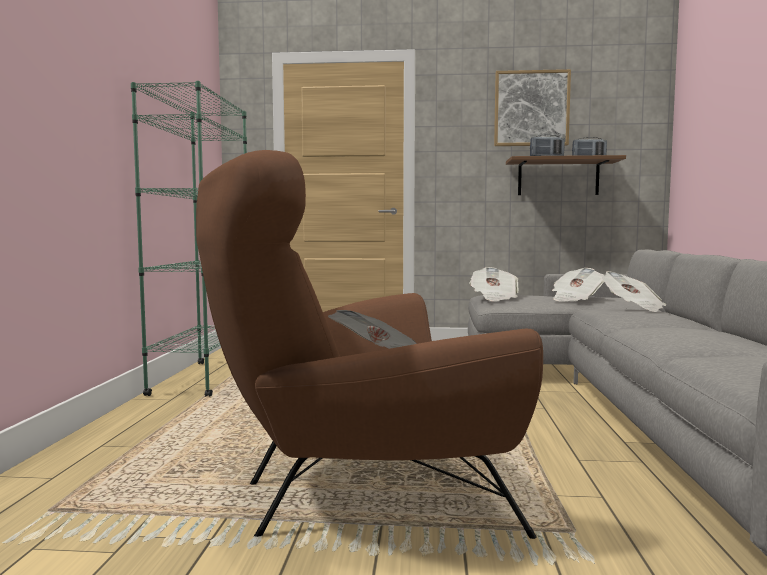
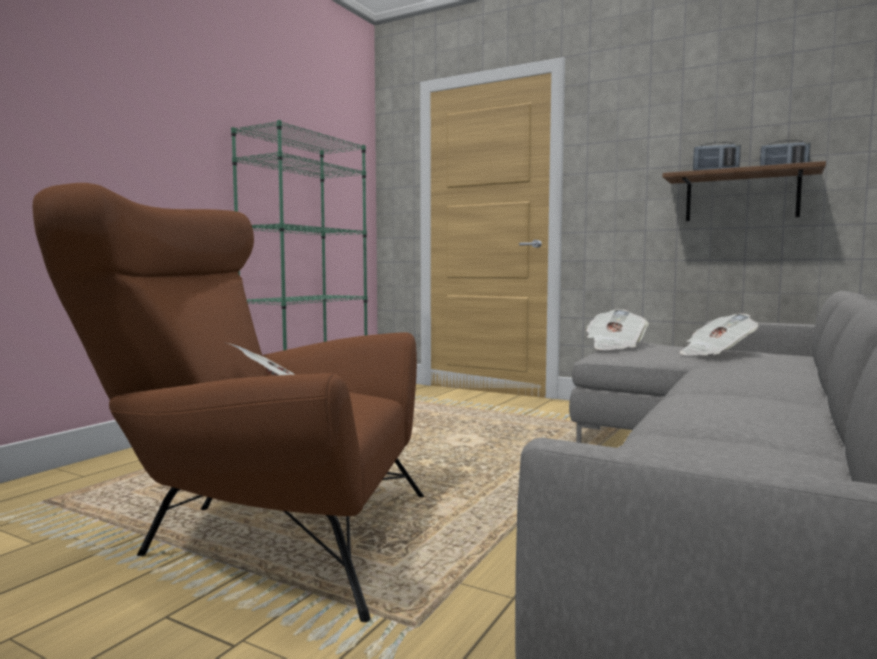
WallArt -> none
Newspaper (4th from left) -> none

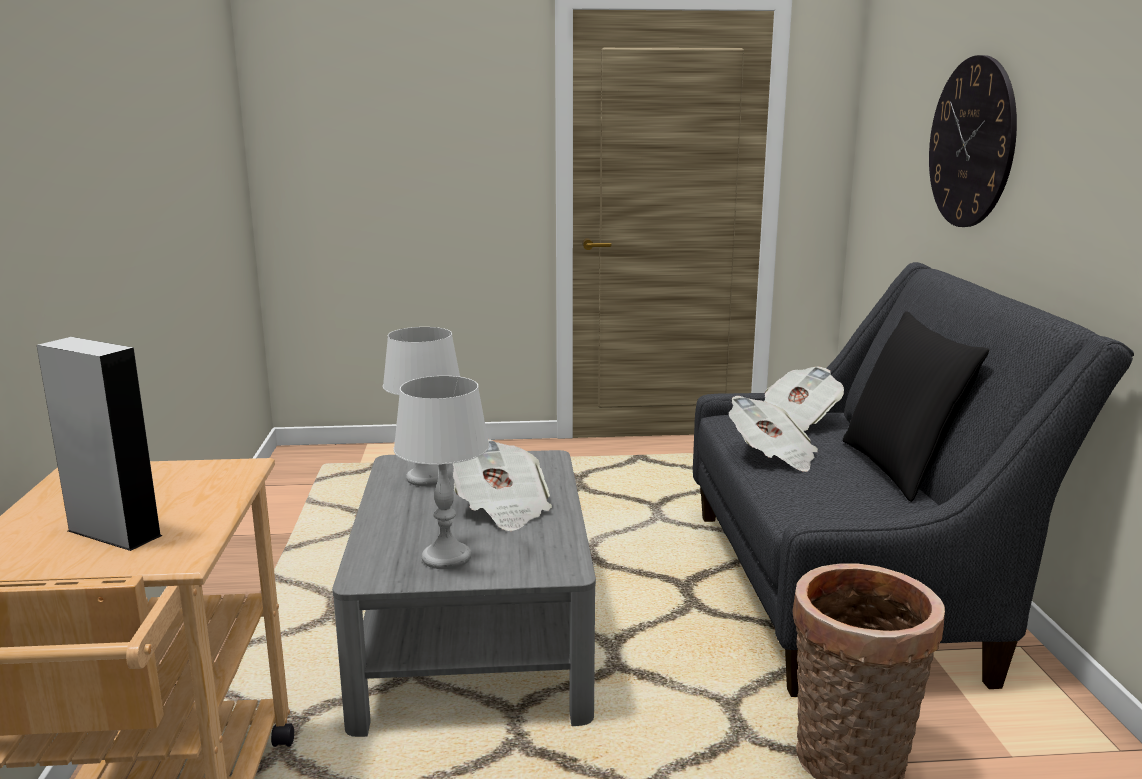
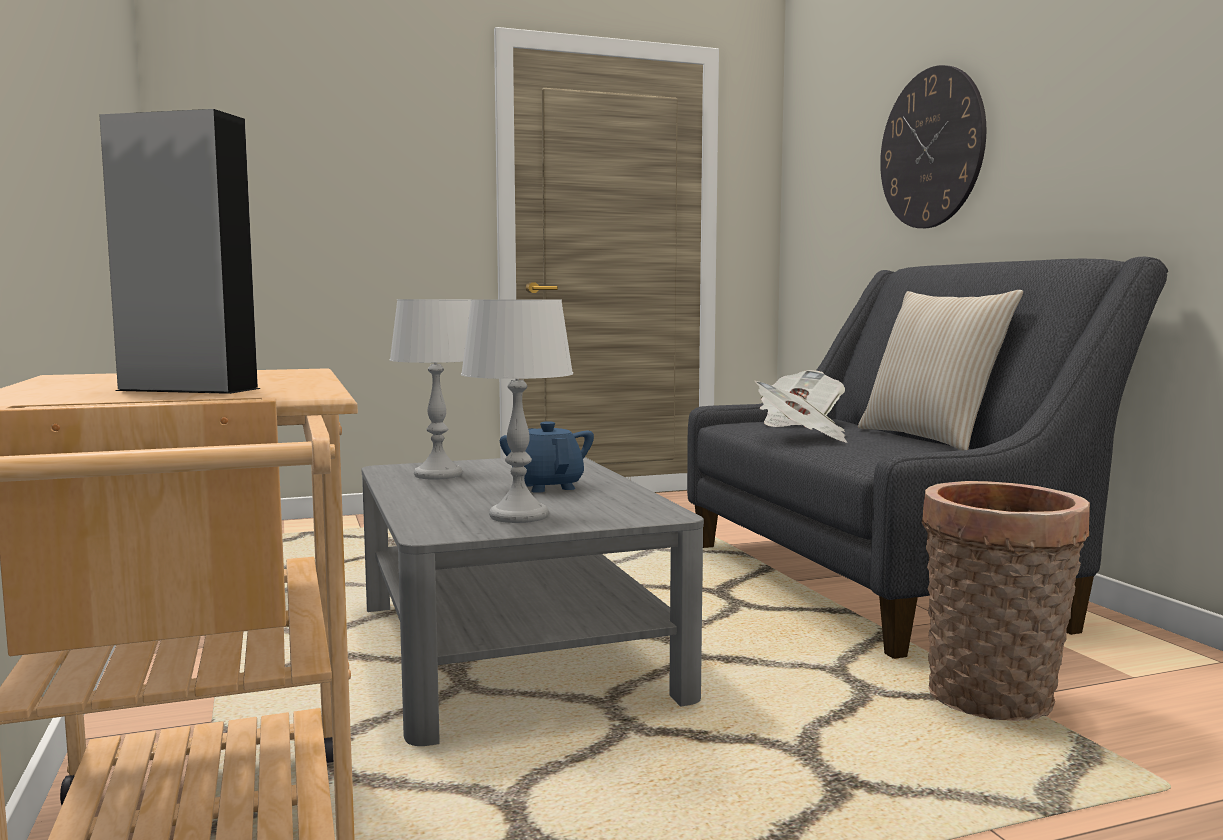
Newspaper (1st from left) -> BluePotForTea
BlackColouredPillow -> BeigePillow

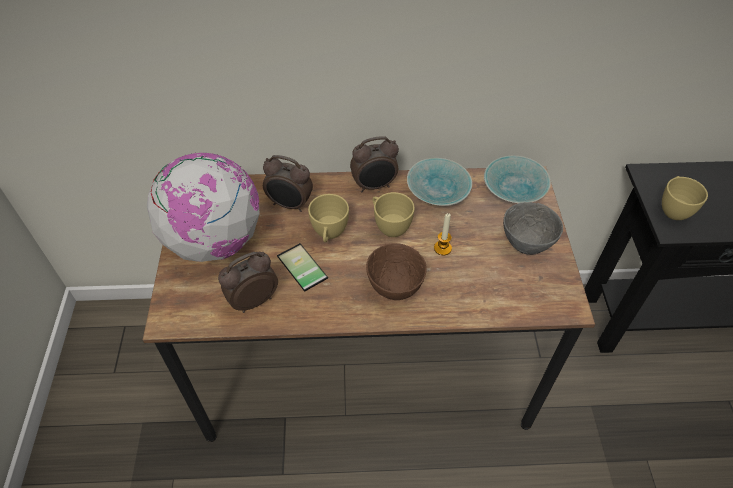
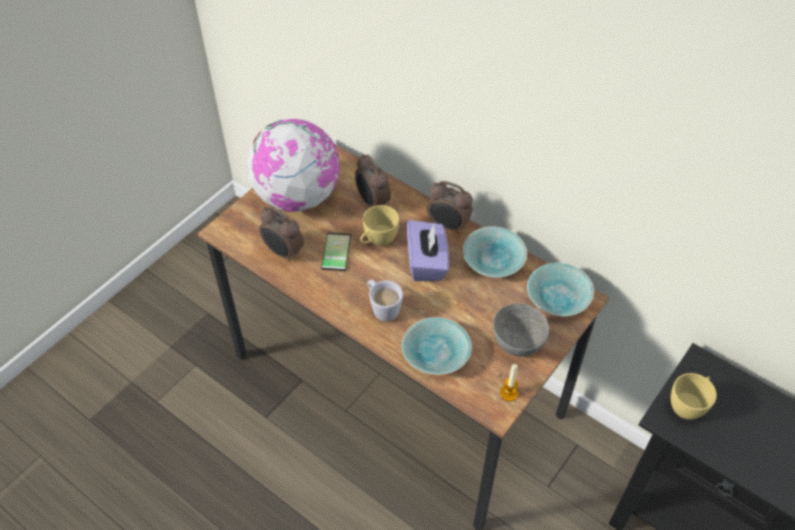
none -> BlueGreenServingBowl (1st from left)
WaxCandle, moved
BrownServingBowl -> WhiteColouredCoffeeMug
YellowDrinkingCup (2nd from left) -> PurpleTissueBox
AlarmClock (1st from left), 150 degrees counterclockwise

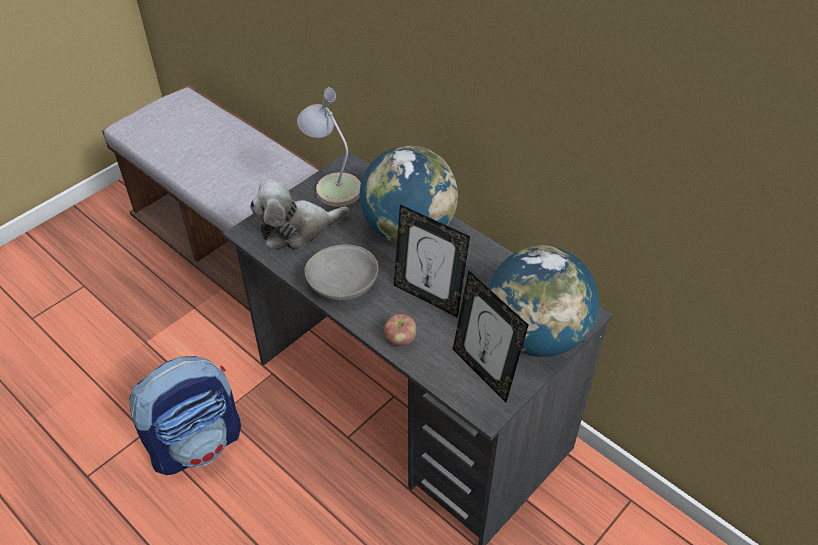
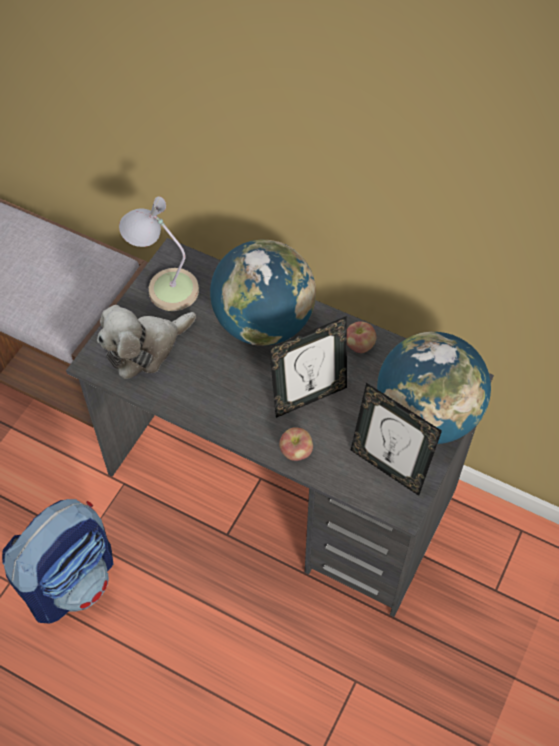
GreyServingBowl -> none
none -> WholeApple (2nd from left)
StandingFrame (1st from left), 45 degrees counterclockwise

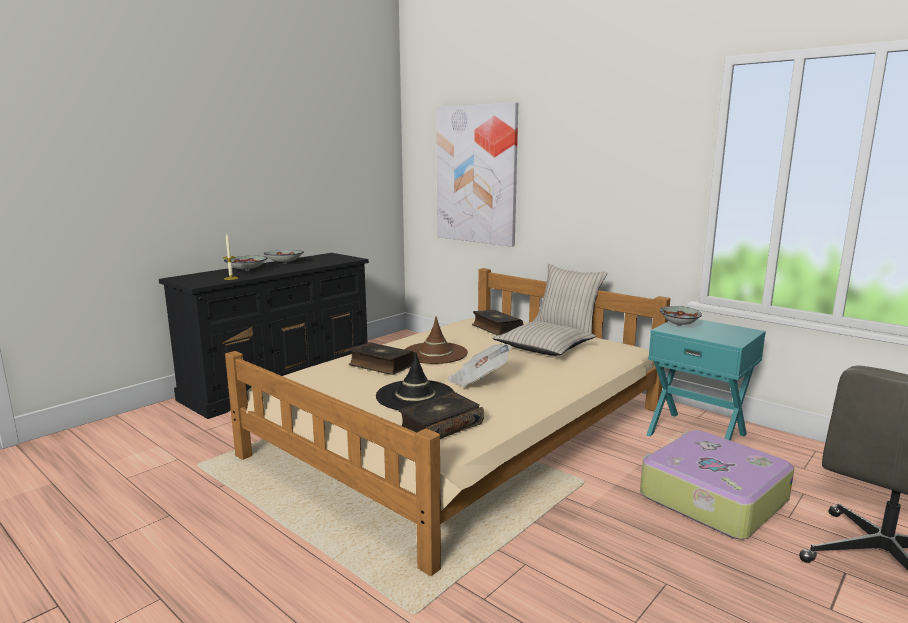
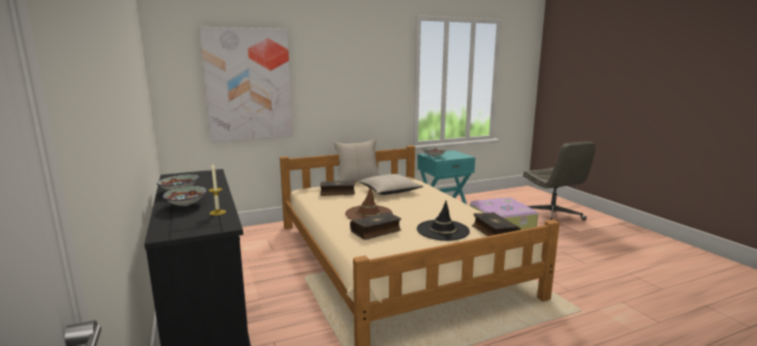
Newspaper -> none

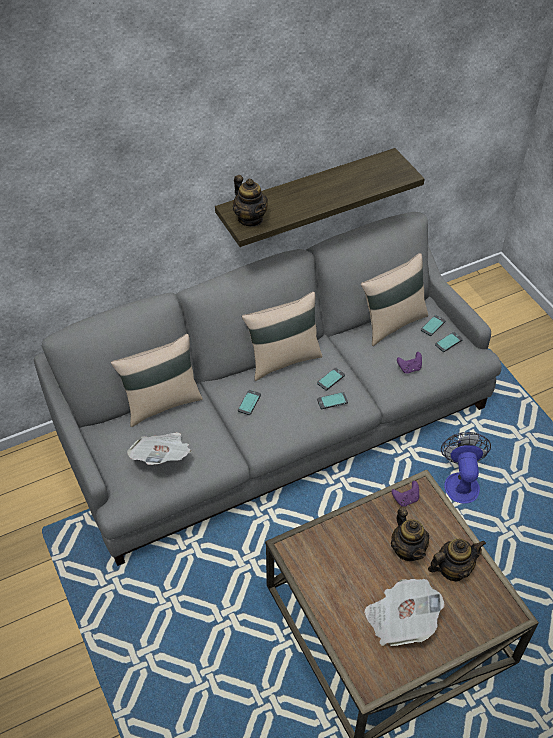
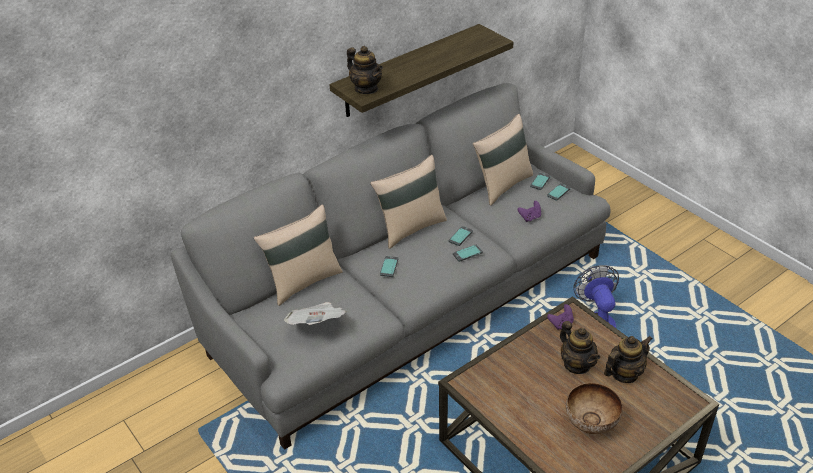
Newspaper (2nd from left) -> ServingBowl

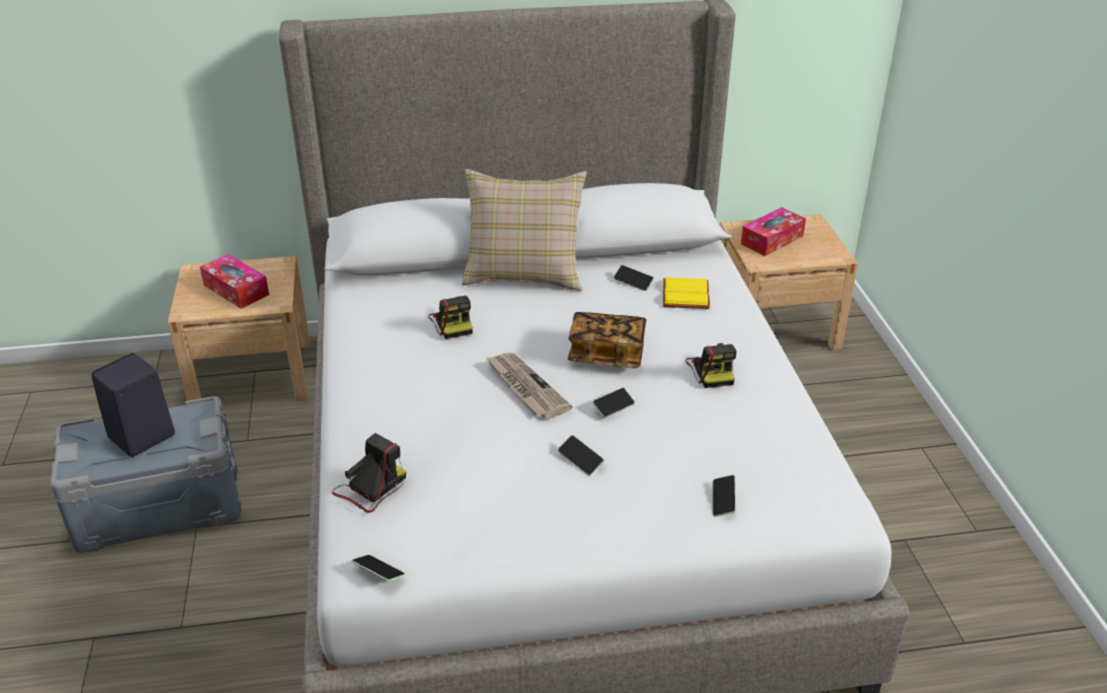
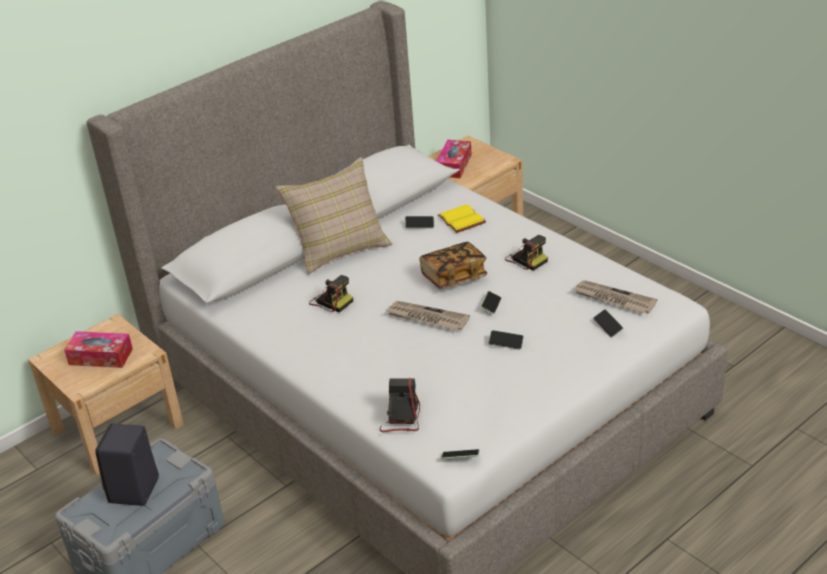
none -> Newspaper (2nd from left)

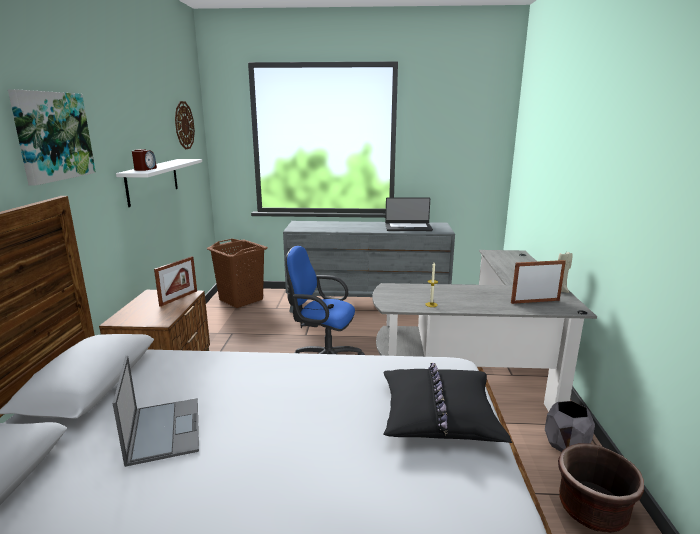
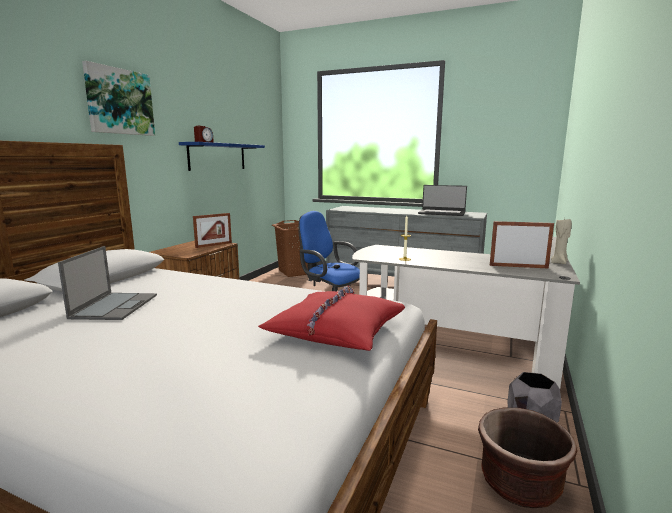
HangingClock -> none
WhiteColouredWallShelf -> BlueWallShelf
BlackColouredPillow -> RedColouredPillow

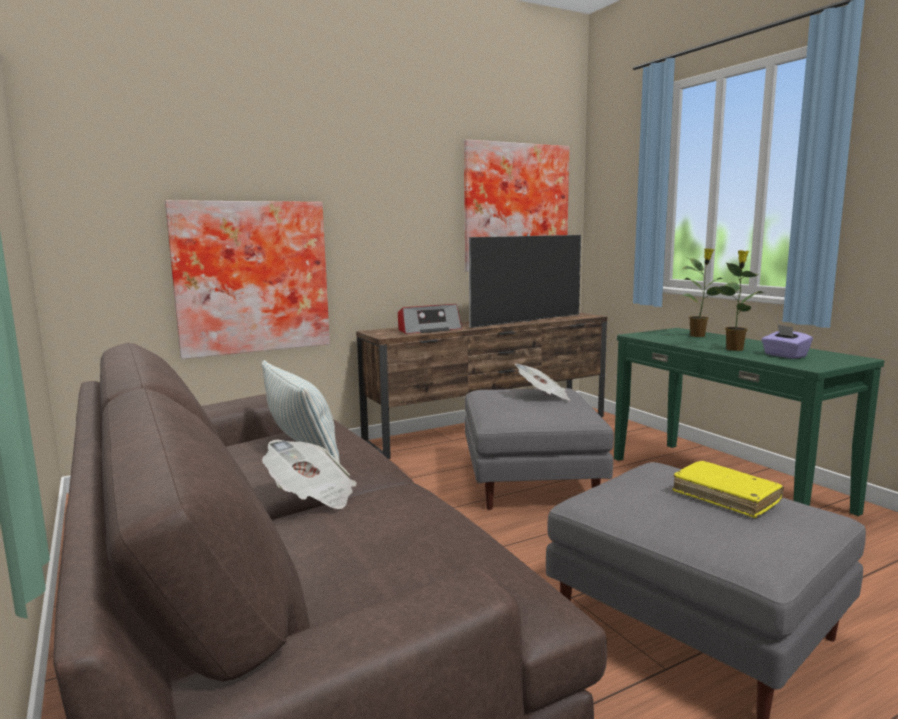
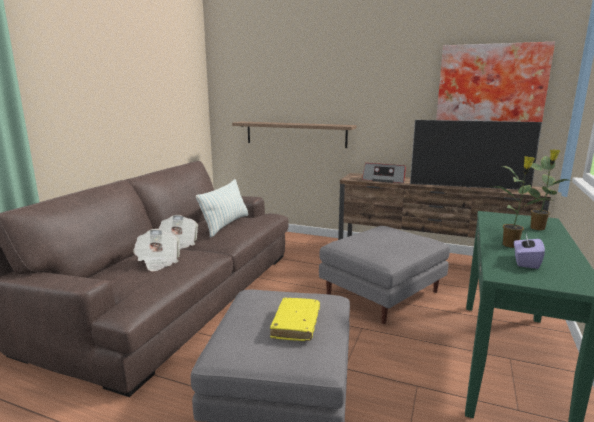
Newspaper (2nd from left in the first image) -> Newspaper (1st from left), moved
WallArt (1st from left) -> WallShelf

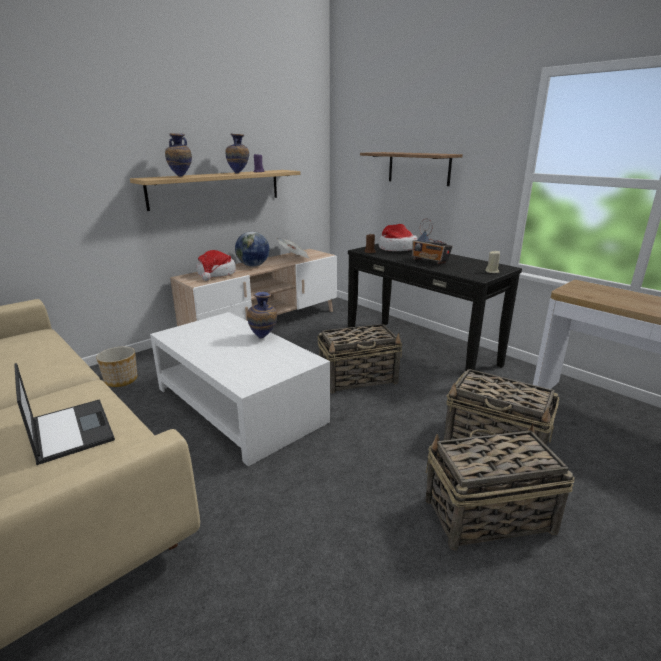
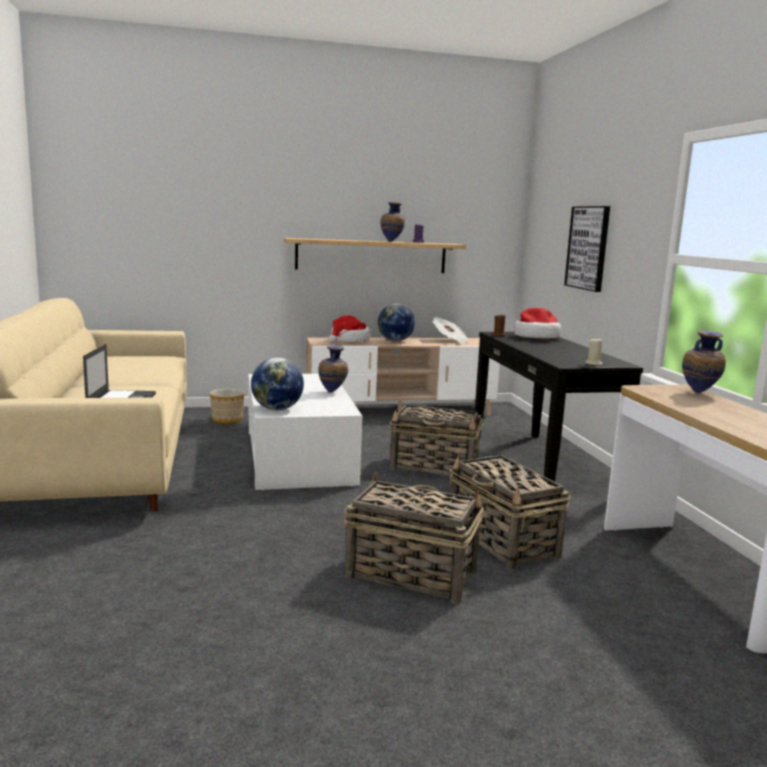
RadioSet -> none
none -> WorldGlobe (1st from left)
Vase (1st from left in the first image) -> Vase (3rd from left), moved
WallShelf (2nd from left) -> WallArt

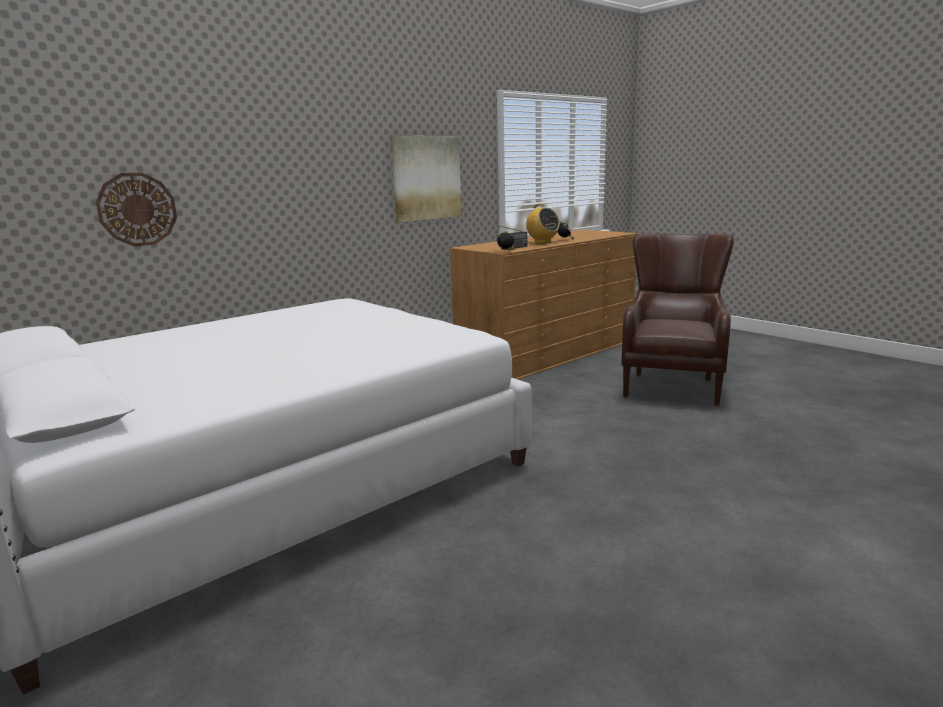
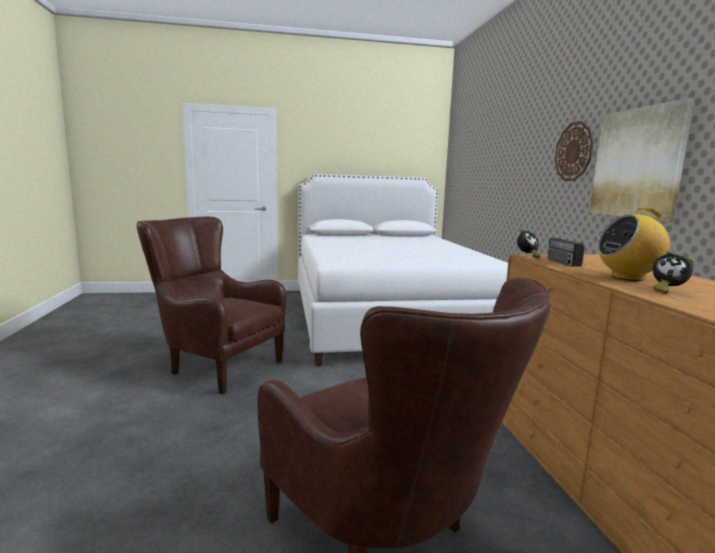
none -> BrownEasyChair (1st from left)
HangingClock, moved

